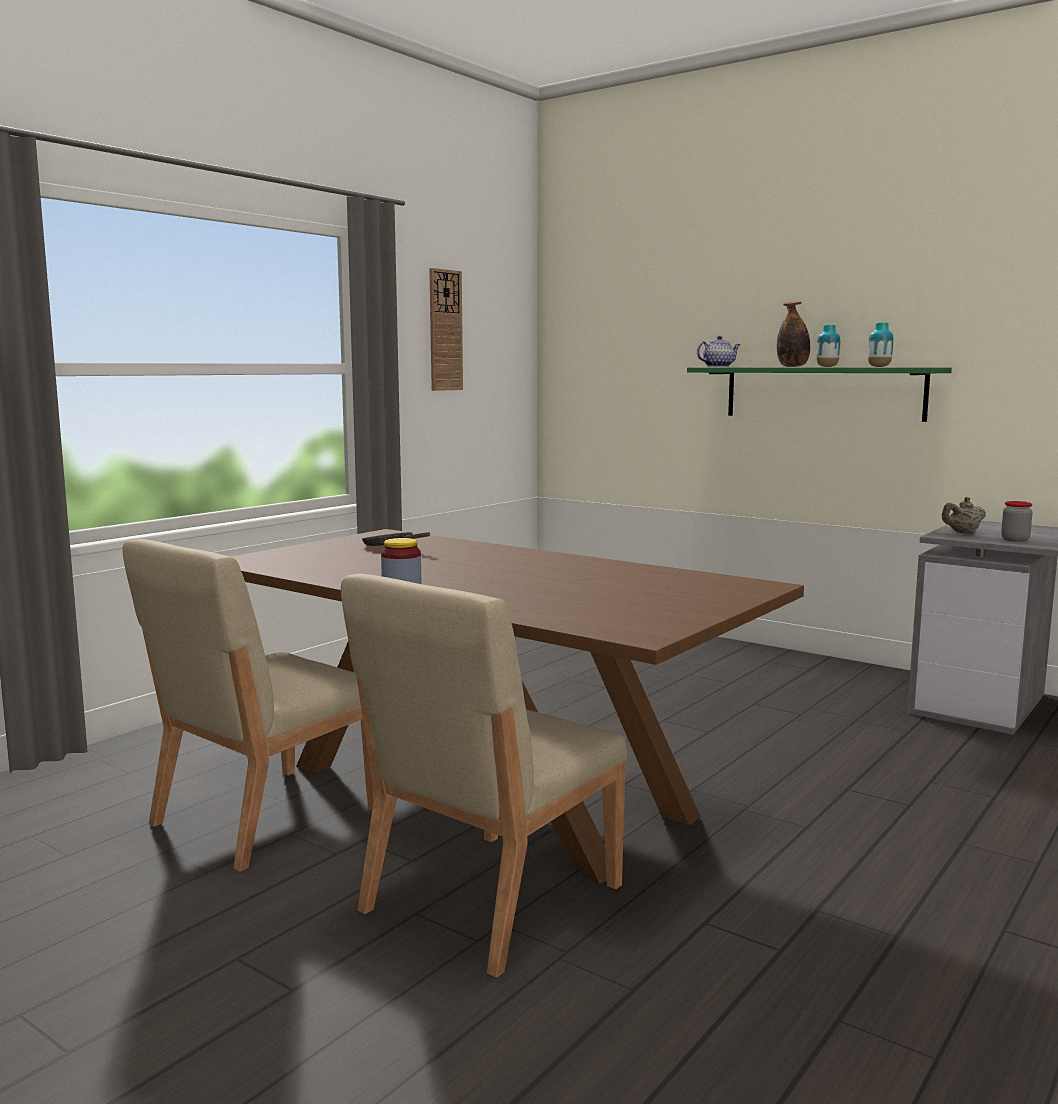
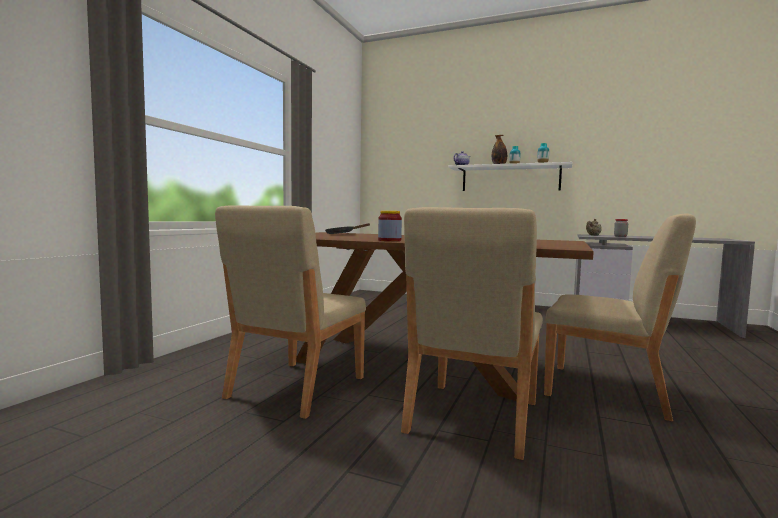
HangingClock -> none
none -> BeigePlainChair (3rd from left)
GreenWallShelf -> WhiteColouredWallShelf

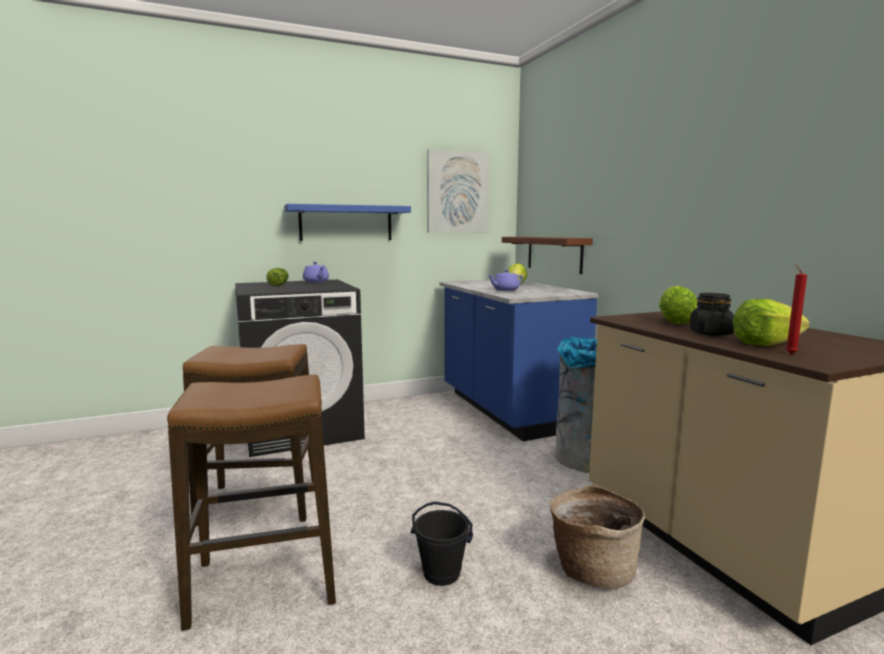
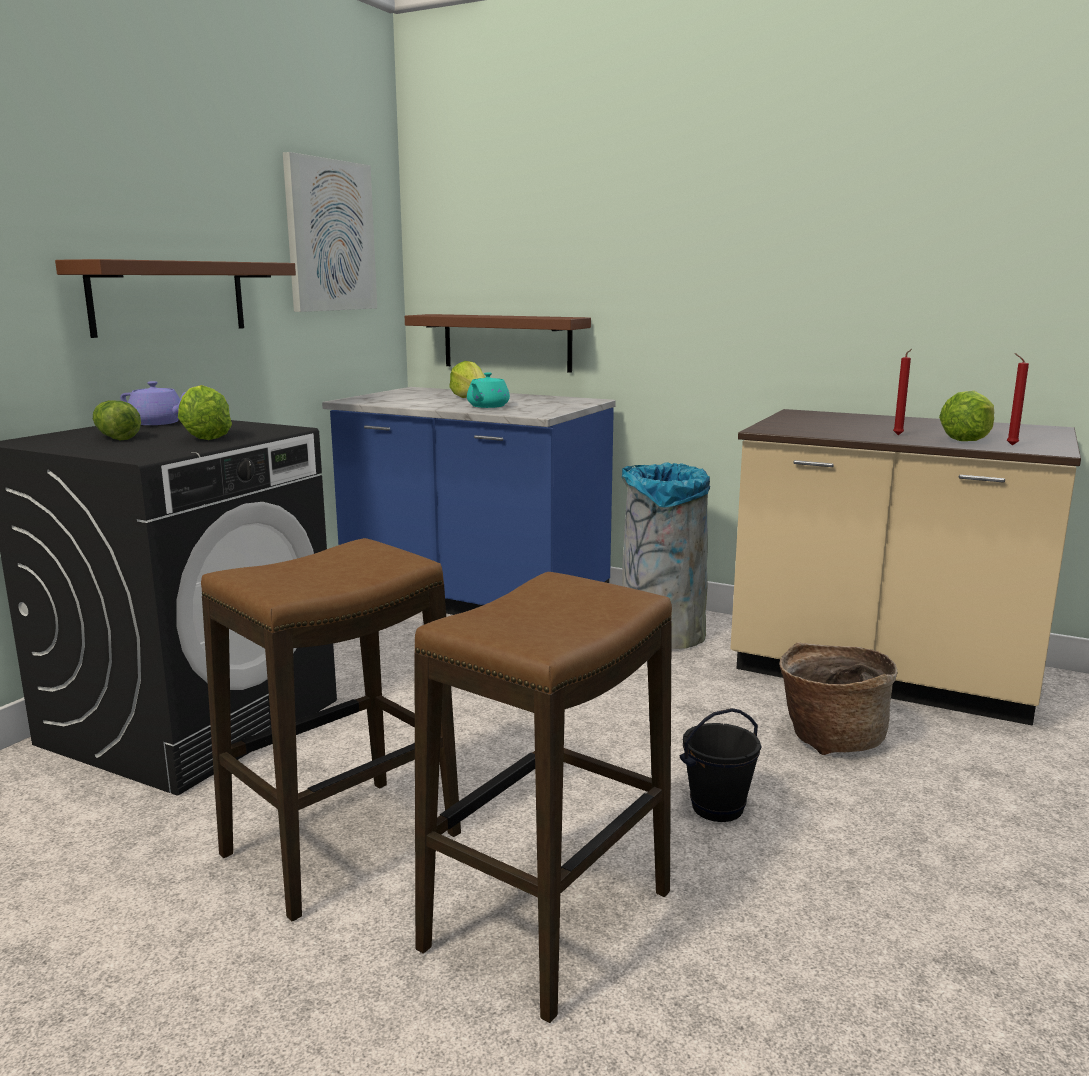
Lettuce (3rd from left in the first image) -> Lettuce (2nd from left), moved
BlackColouredJar -> RedColouredWaxCandle (1st from left)
BlueWallShelf -> BrownWallShelf (1st from left)
PurplePotForTea (2nd from left) -> BlueGreenPotForTea

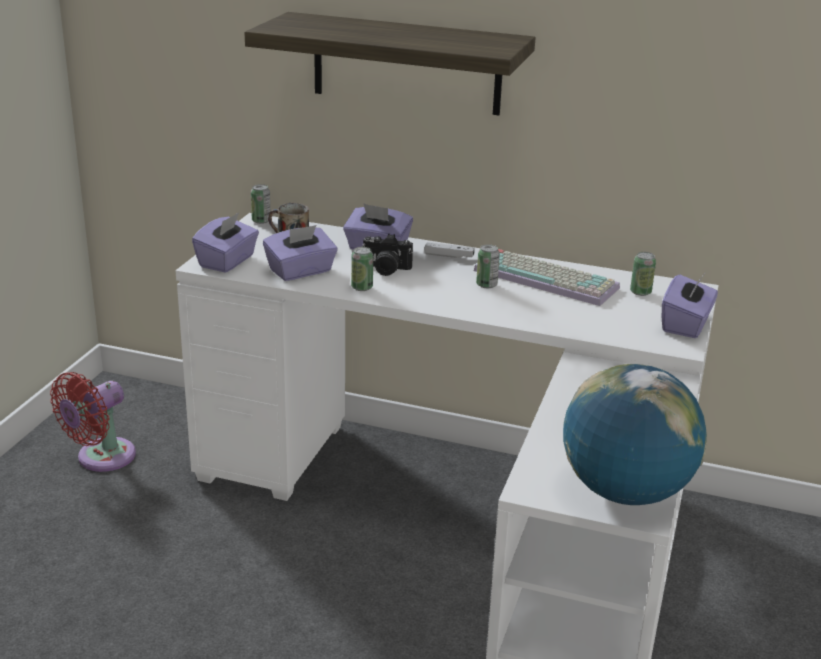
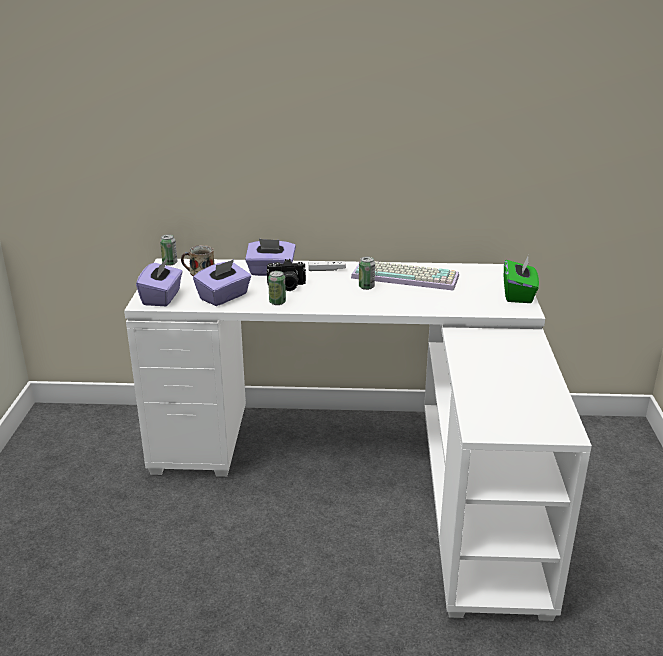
RedColouredElectricFan -> none
WallShelf -> none
WorldGlobe -> none
SealedCan (4th from left) -> none
PurpleTissueBox (4th from left) -> GreenTissueBox

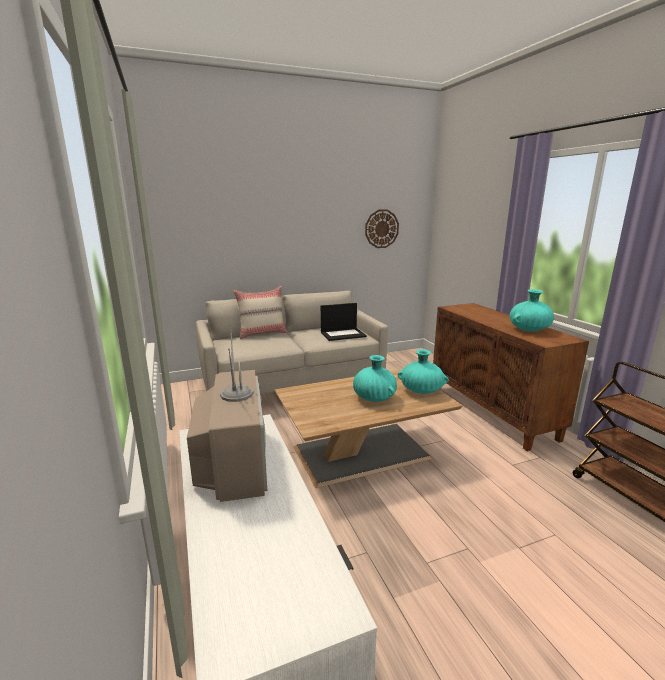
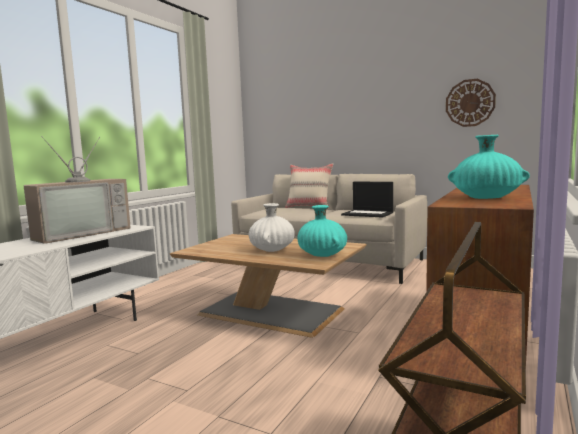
BlueGreenVase (1st from left) -> WhiteColouredVase

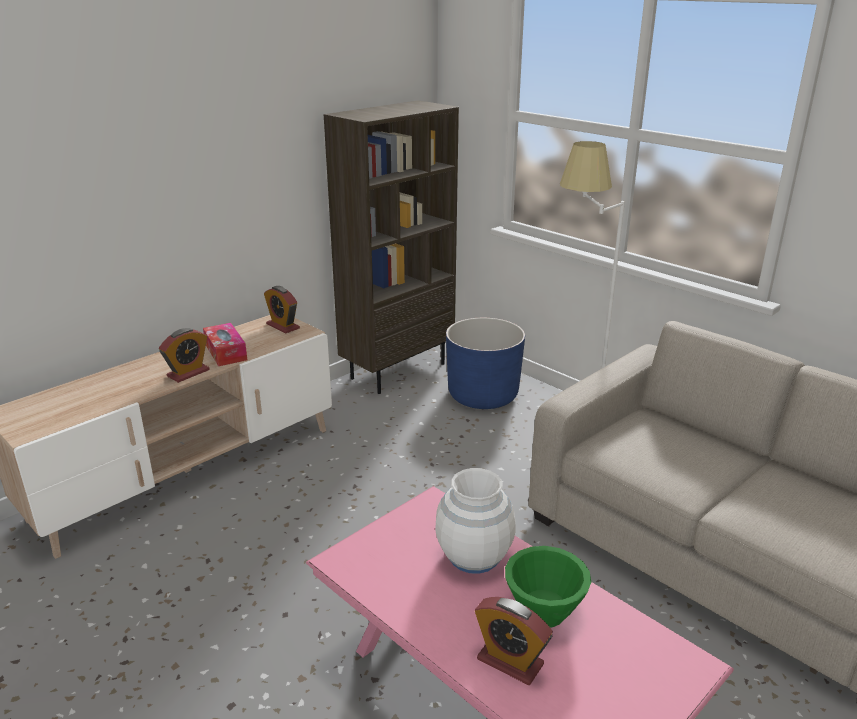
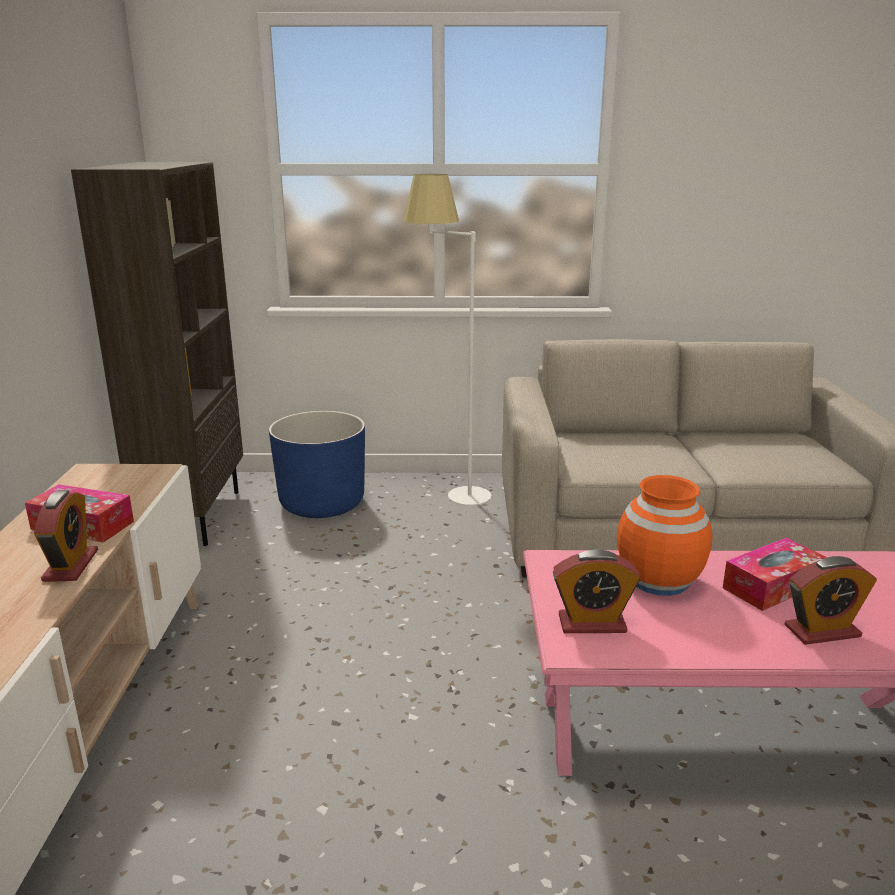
AlarmClock (2nd from left), moved
GreenServingBowl -> TissueBox (2nd from left)
WhiteColouredVase -> OrangeVase

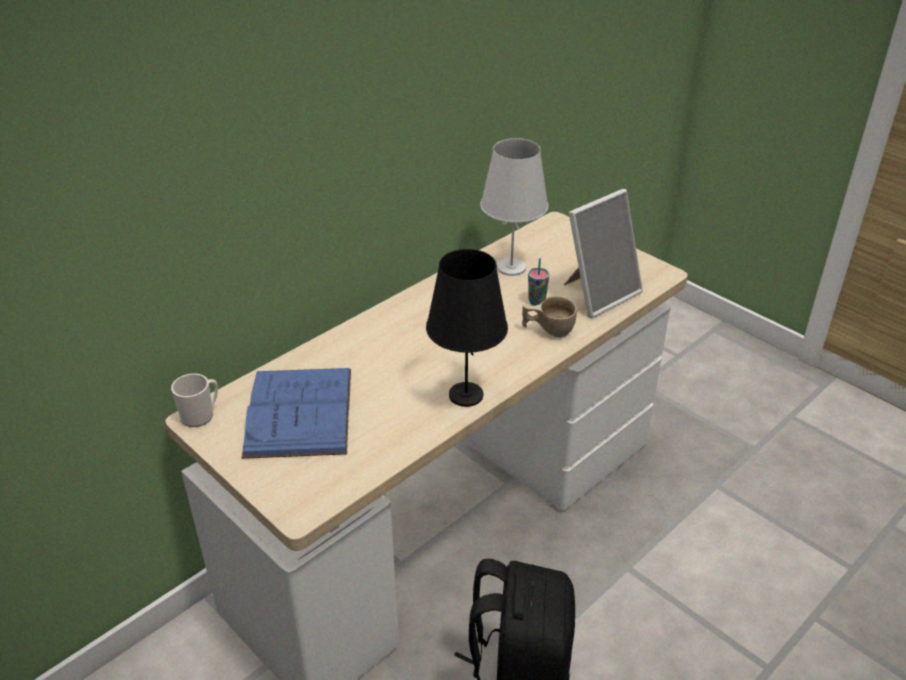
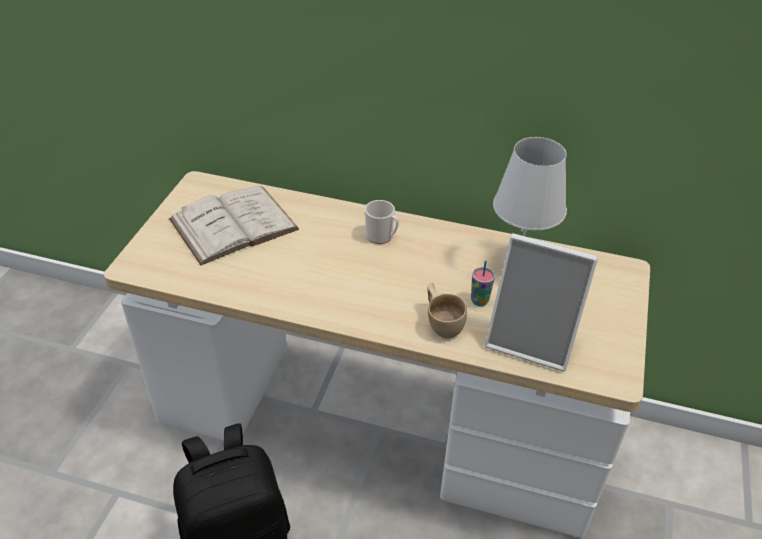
BlackColouredTableLamp -> none
CoffeeMug, moved
BlueVolume -> WhiteColouredVolume

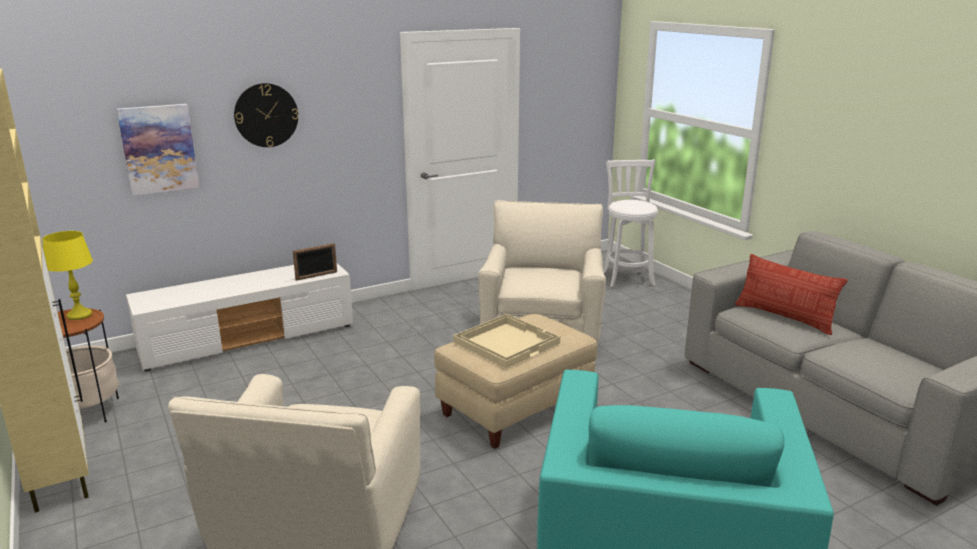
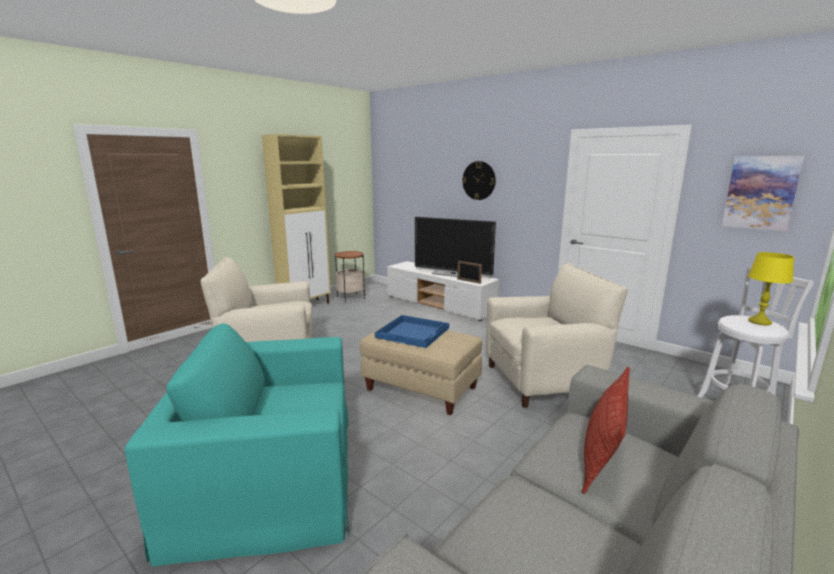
none -> TvSet
YellowTableLamp, moved
WallArt, moved
BeigeTray -> BlueTray

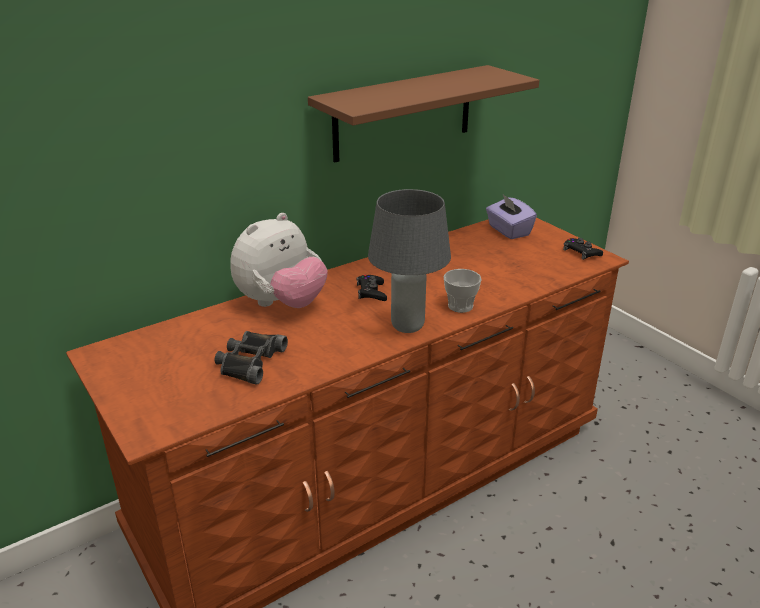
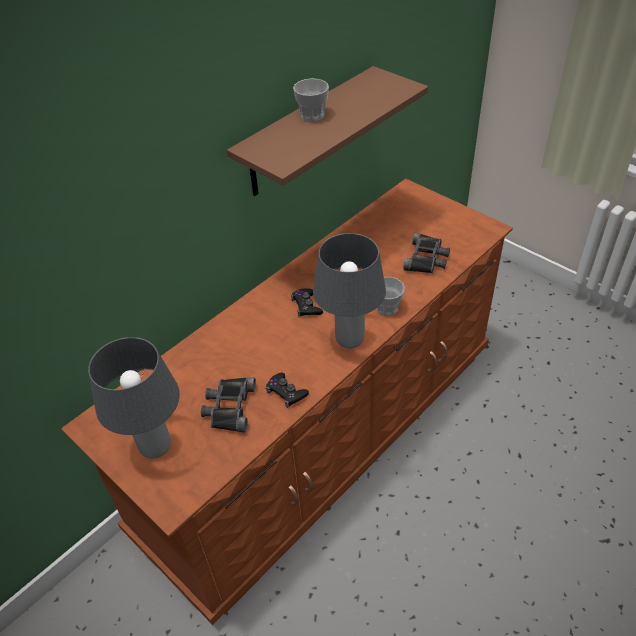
CuddlyToy -> none
PurpleTissueBox -> none
none -> GreyTableLamp (1st from left)
none -> DrinkingCup (1st from left)
none -> BlackColouredPairOfBinoculars (2nd from left)
BlackColouredGameController (2nd from left in the first image) -> BlackColouredGameController (1st from left), moved

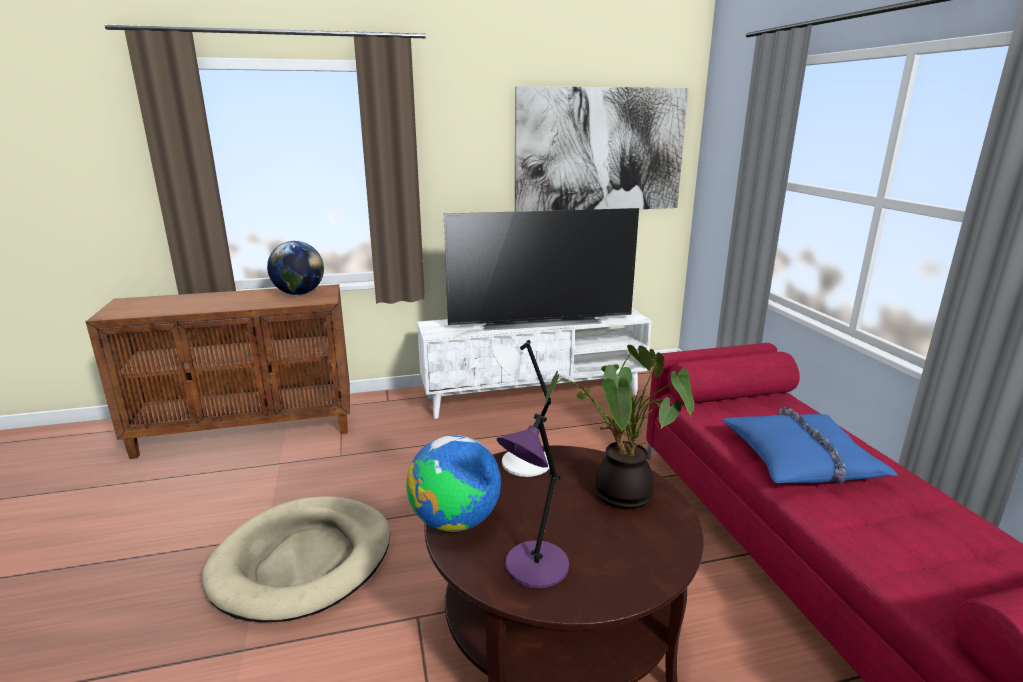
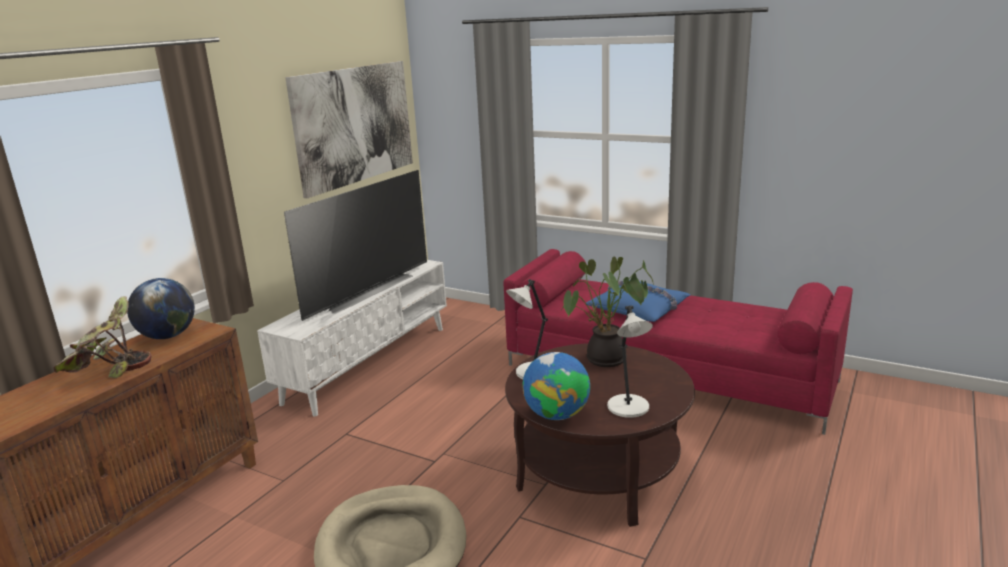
none -> PottedPlant (1st from left)
PurpleTableLamp -> WhiteColouredTableLamp (2nd from left)

